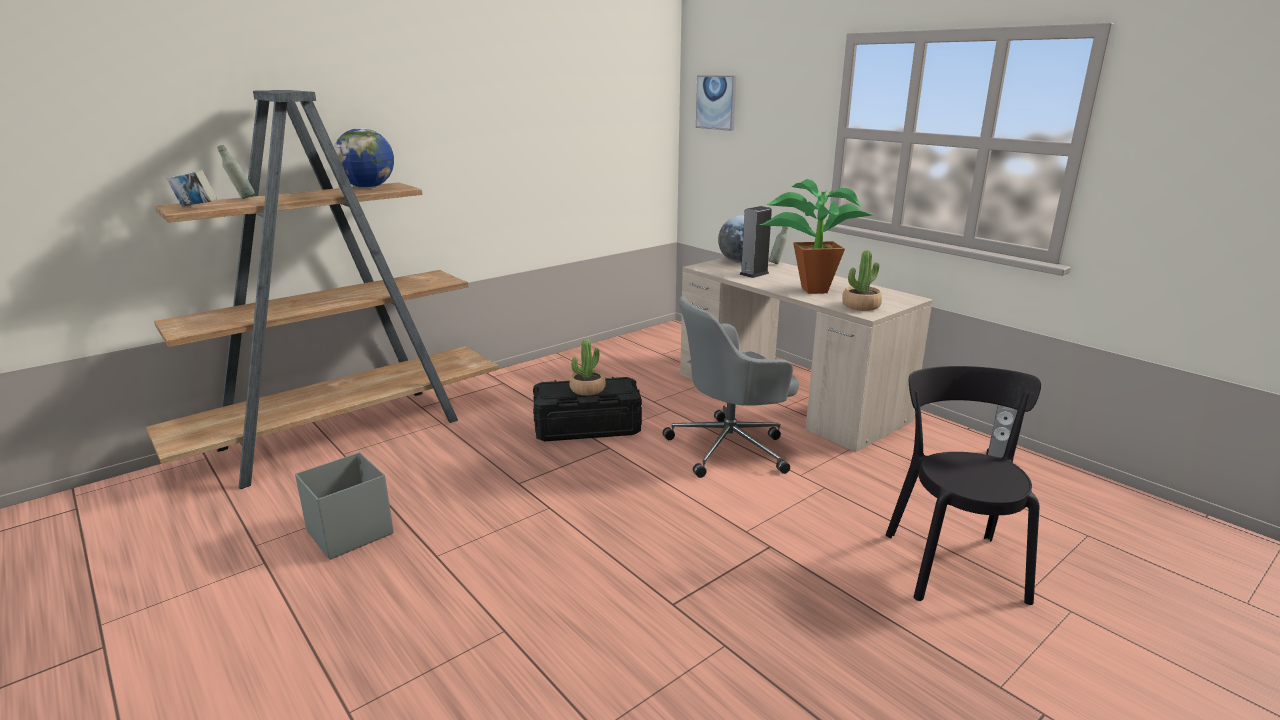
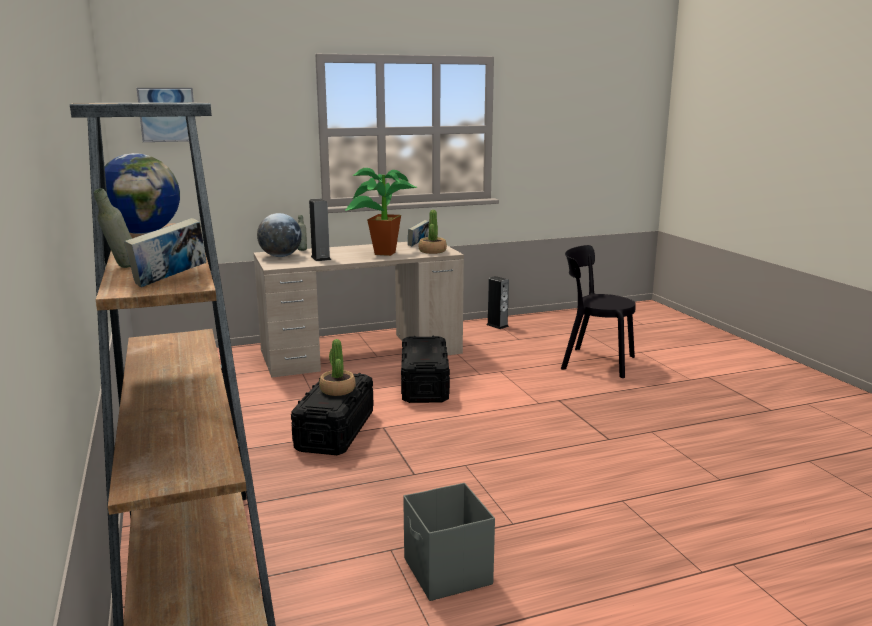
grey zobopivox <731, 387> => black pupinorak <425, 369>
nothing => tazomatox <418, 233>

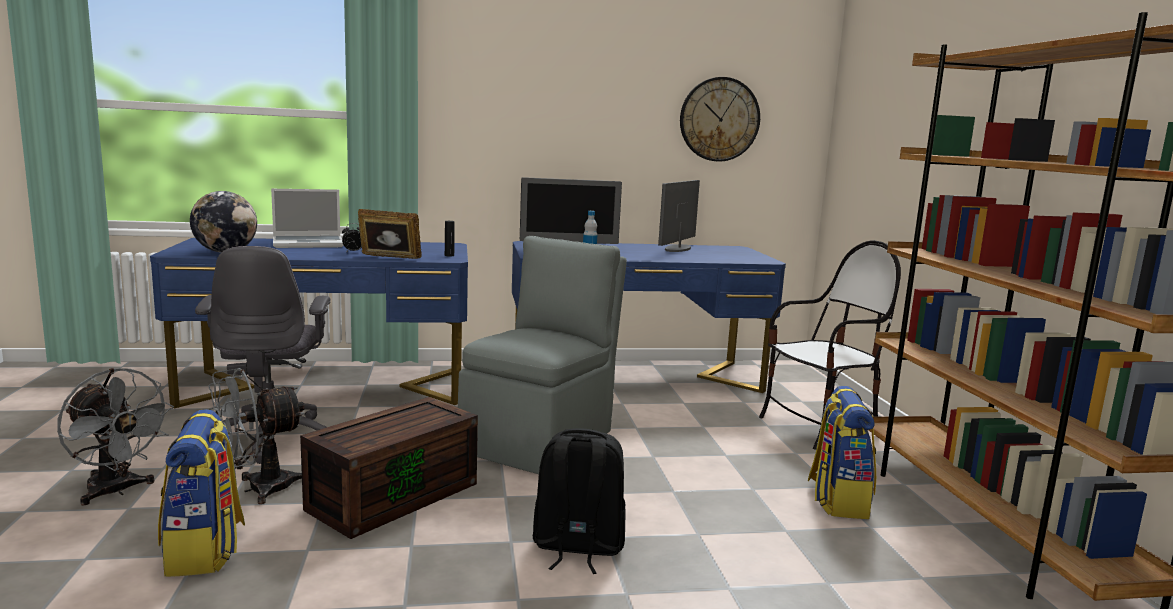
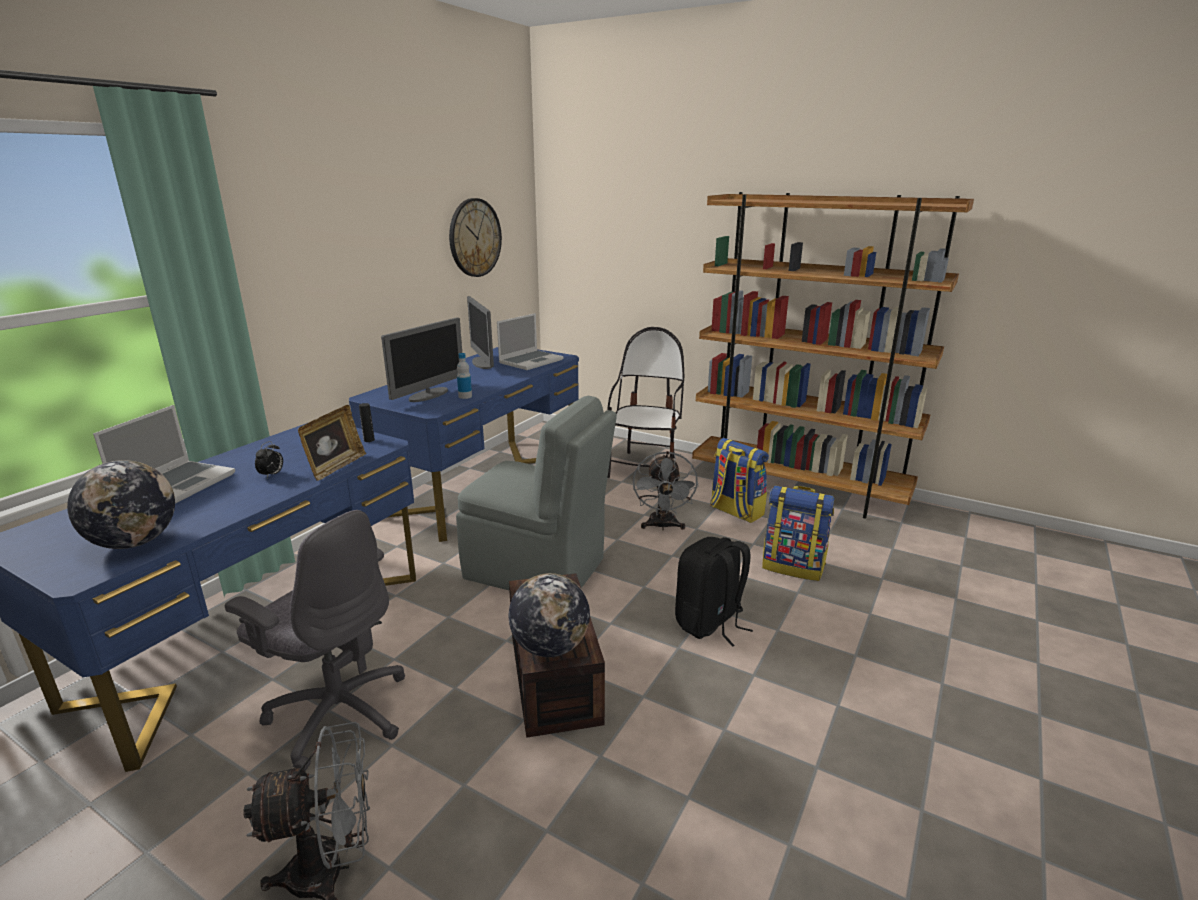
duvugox <390, 234> => duvugox <332, 443>, 150 degrees clockwise
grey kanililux <542, 355> => grey kanililux <536, 493>, 135 degrees clockwise
nothing => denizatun <530, 341>
nothing => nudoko <549, 615>
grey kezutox <257, 436> => grey kezutox <666, 490>, relocated
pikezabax <201, 493> => pikezabax <798, 533>, relocated

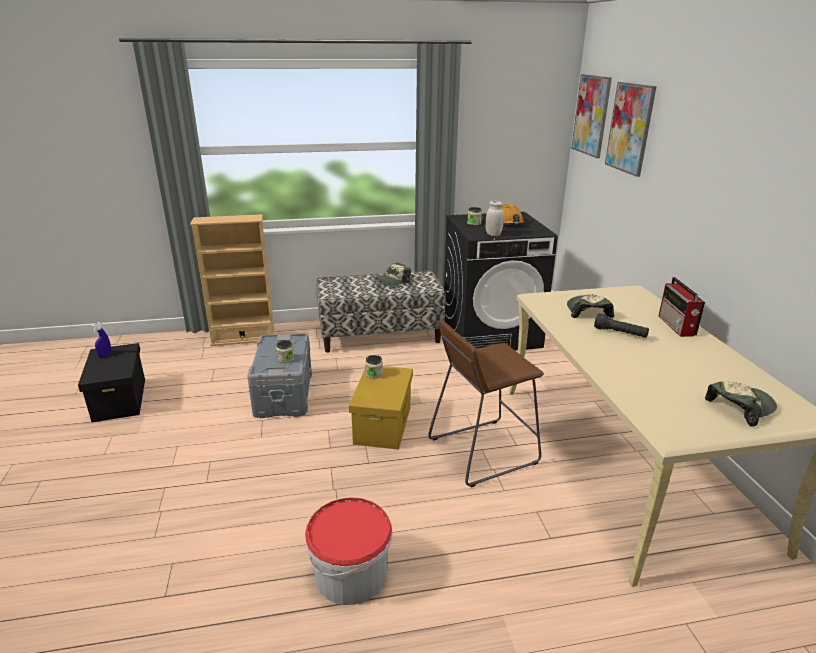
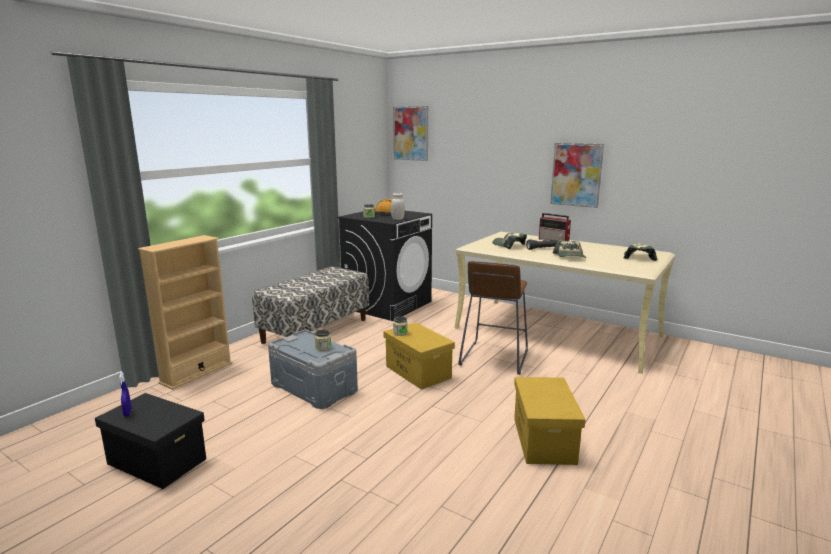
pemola <348, 551> => yellow pupinorak <550, 421>
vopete <631, 129> => vopete <577, 175>, relocated
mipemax <393, 274> => mipemax <569, 249>, relocated

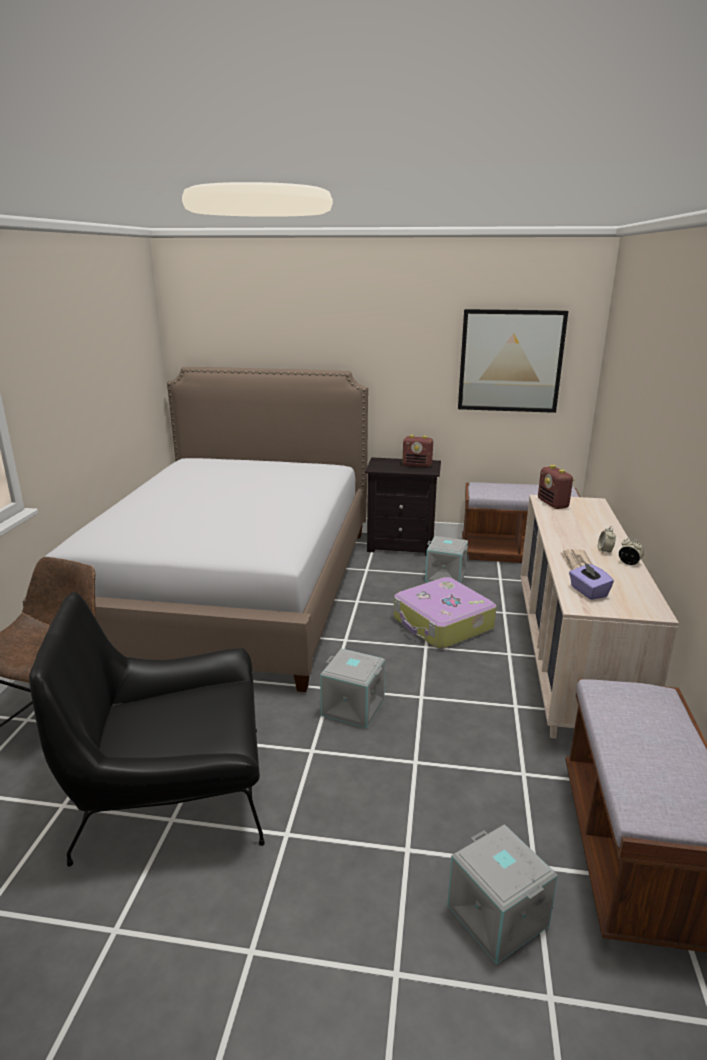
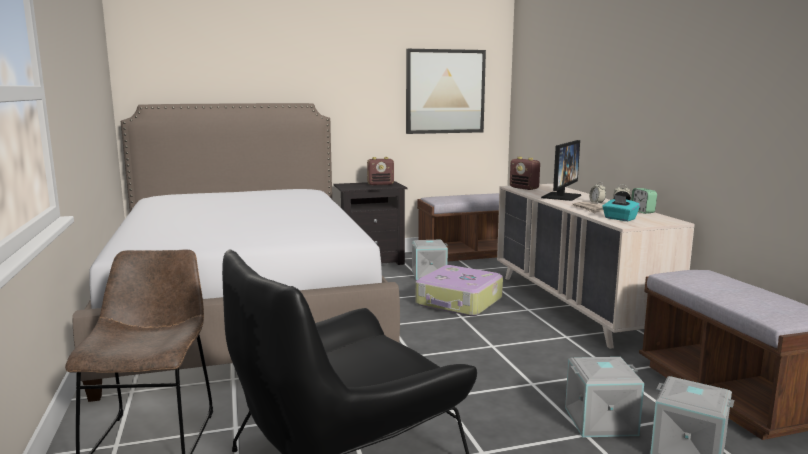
nothing => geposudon <561, 170>
grey pupinorak <352, 688> => grey pupinorak <604, 397>, relocated
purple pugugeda <591, 580> => turquoise pugugeda <621, 208>
nothing => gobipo <644, 201>

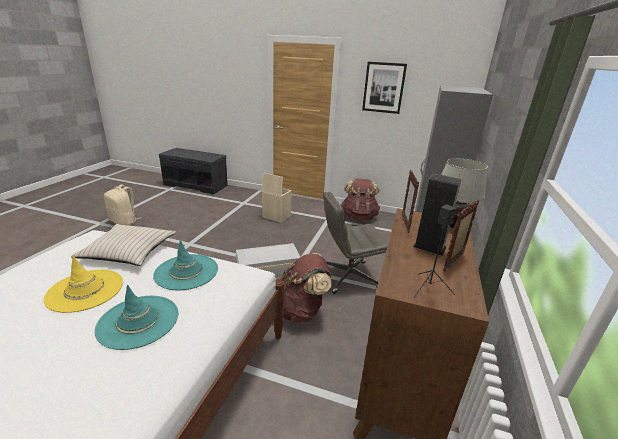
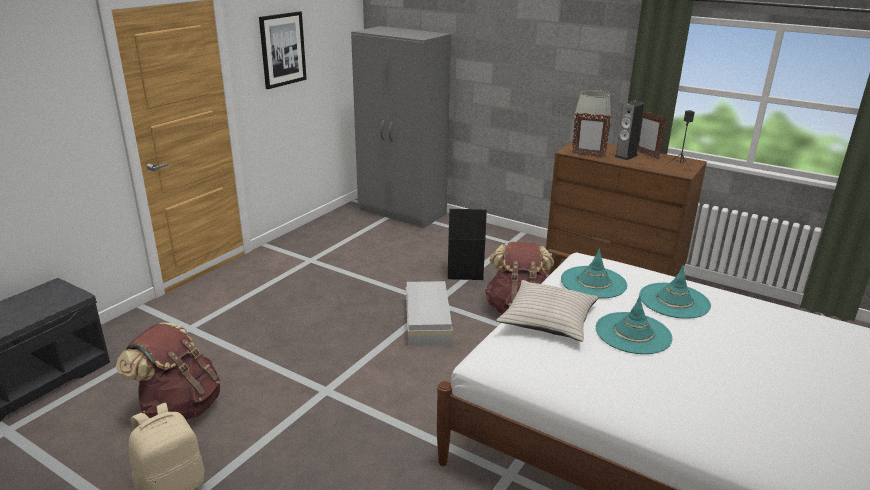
brown pikezabax <360, 199> => brown pikezabax <168, 371>, relocated
grey zobopivox <355, 243> => black pupinorak <467, 244>
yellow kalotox <83, 284> => turquoise kalotox <634, 325>
beige pupinorak <277, 197> => nothing

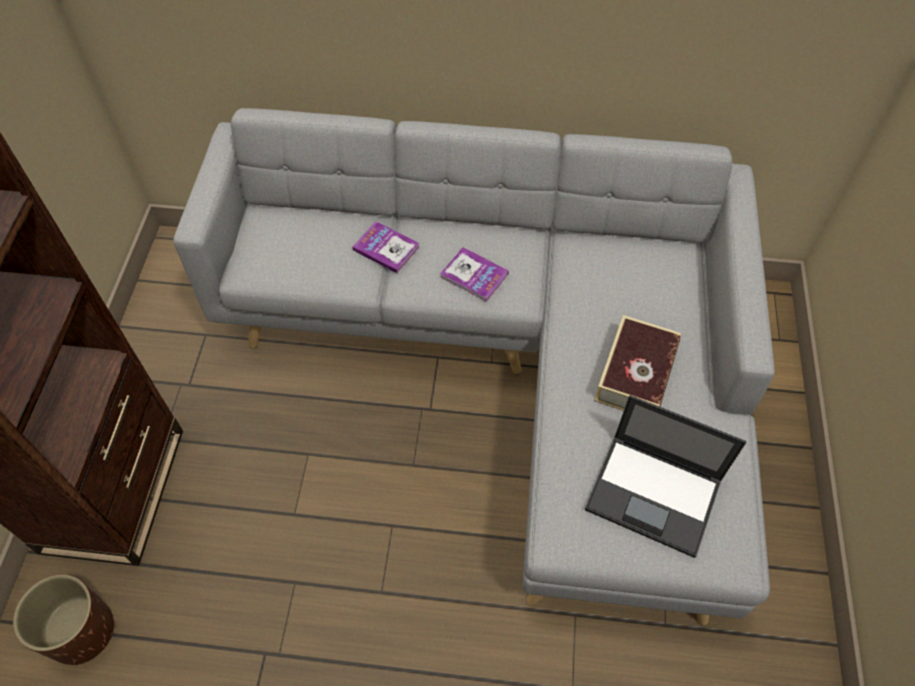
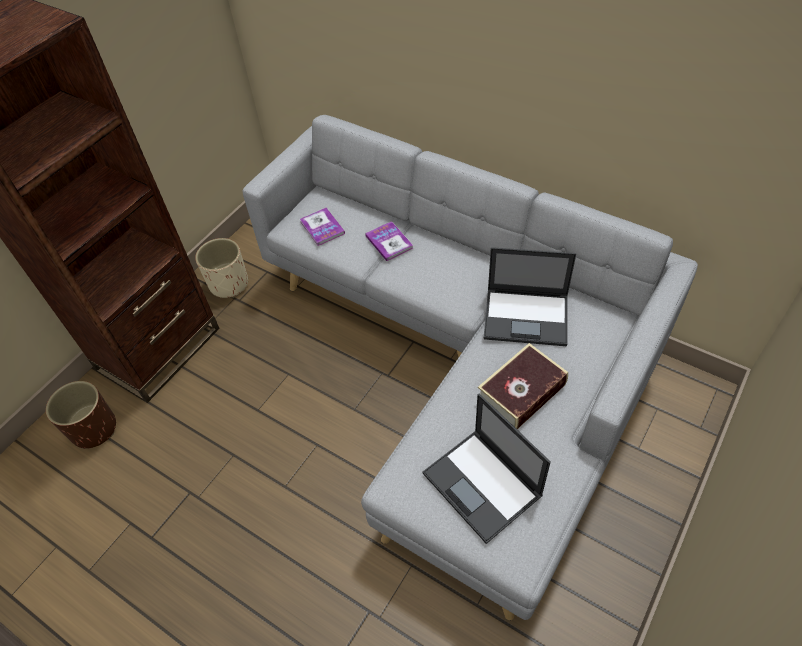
nothing => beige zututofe <221, 268>
tazomatox <474, 274> => tazomatox <322, 227>, relocated
nothing => denizatun <530, 296>

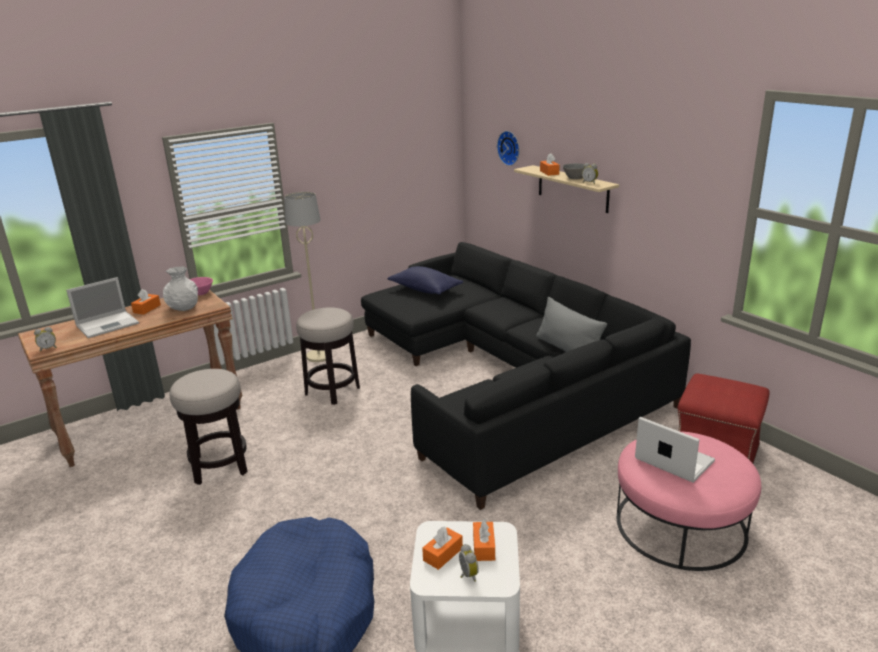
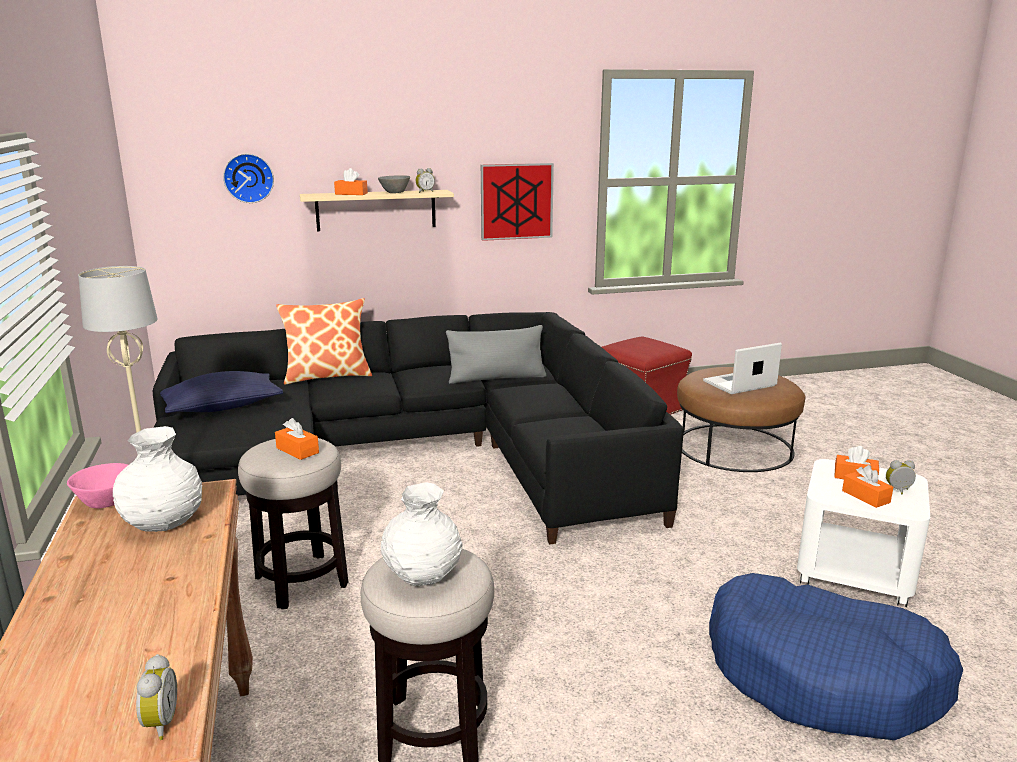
orange pugugeda <146, 302> => orange pugugeda <297, 439>, relocated
nothing => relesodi <324, 341>
nothing => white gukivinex <422, 534>
nothing => vopete <517, 202>
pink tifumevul <689, 501> => brown tifumevul <741, 419>
denizatun <102, 307> => nothing

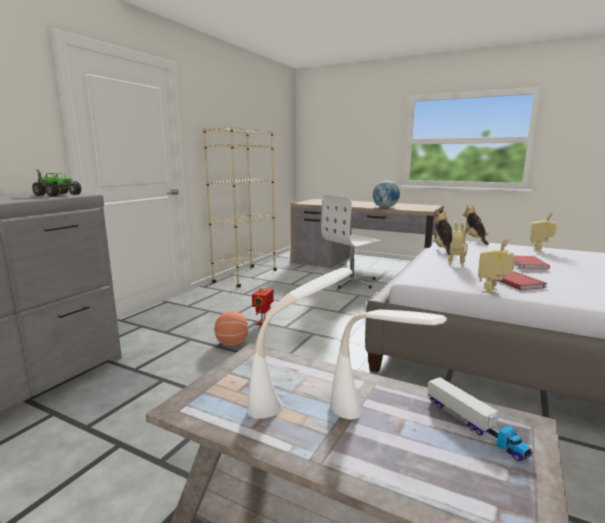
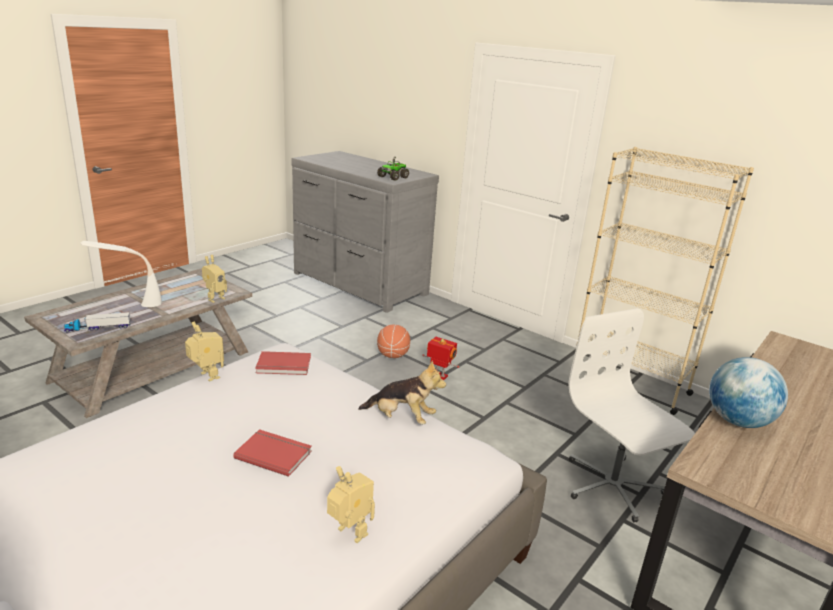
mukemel <458, 243> => mukemel <214, 279>, relocated
red tazomatox <522, 280> => red tazomatox <283, 363>, relocated
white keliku <300, 343> => nothing
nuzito <476, 225> => nothing

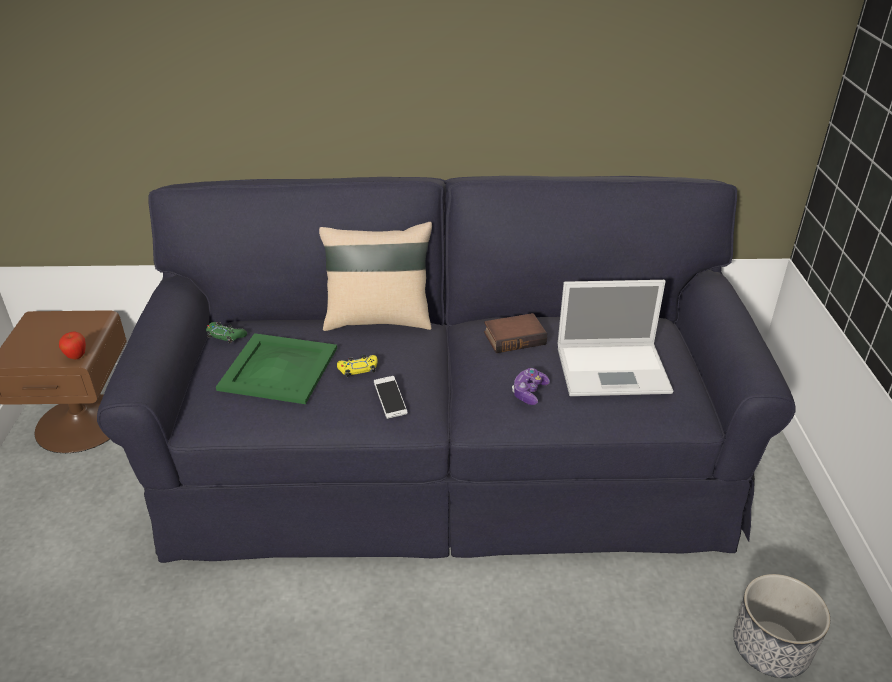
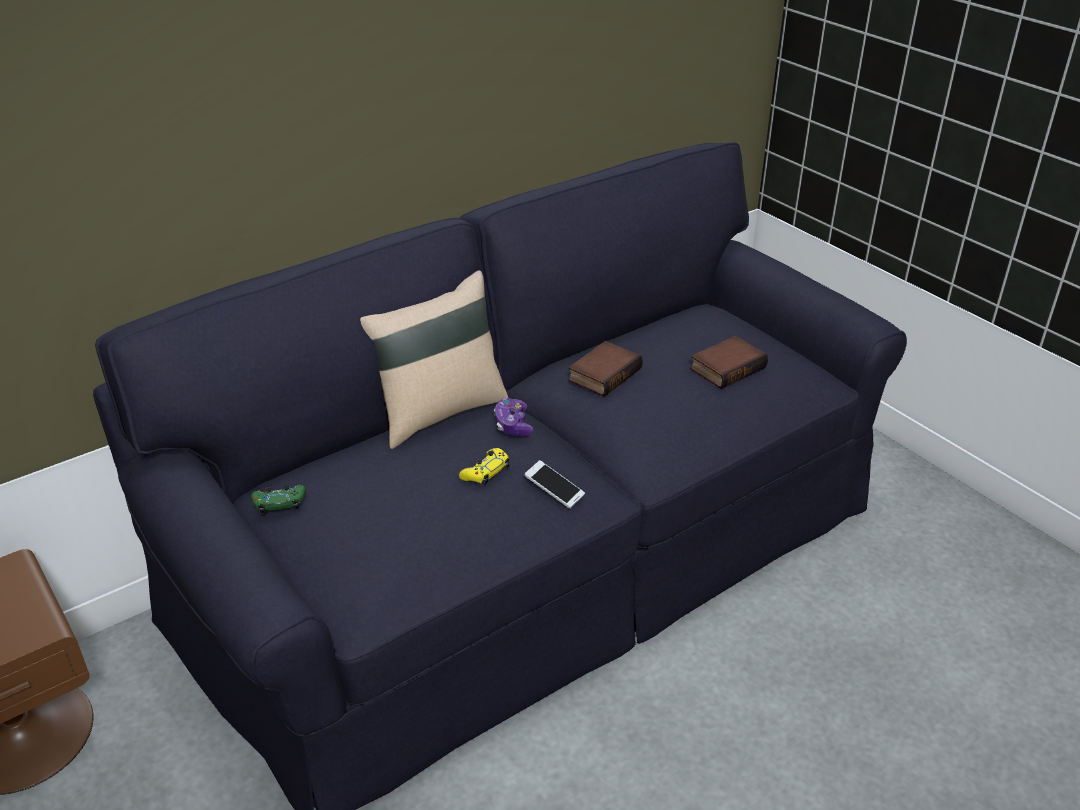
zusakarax <531, 386> => zusakarax <513, 417>, relocated
denizatun <615, 338> => tazomatox <729, 362>
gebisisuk <72, 345> => nothing
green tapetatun <276, 368> => nothing
zututofe <781, 626> => nothing

